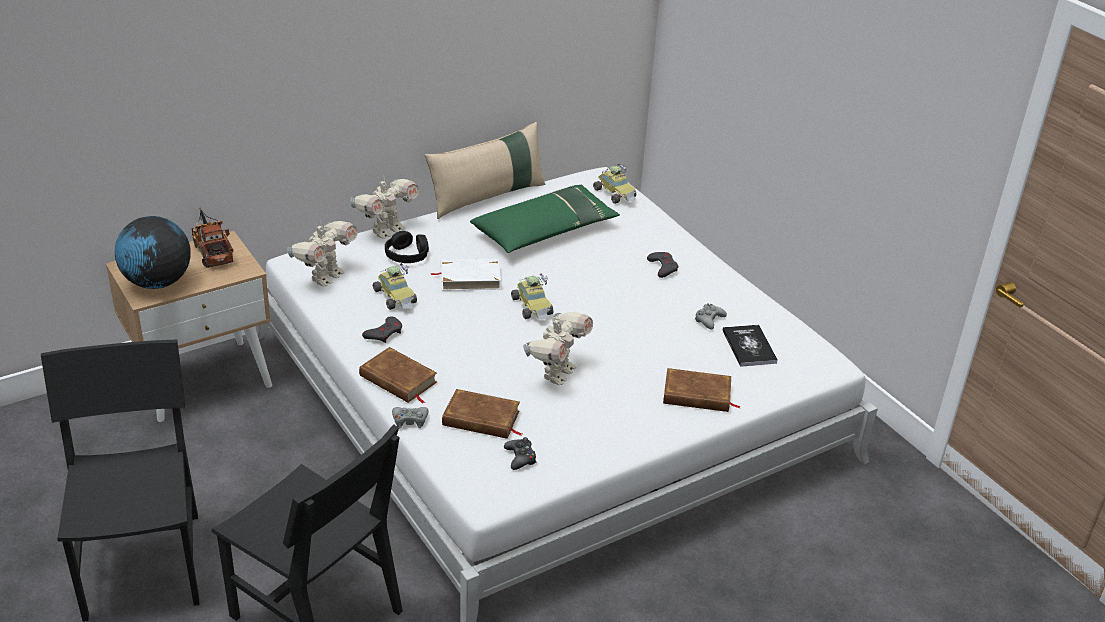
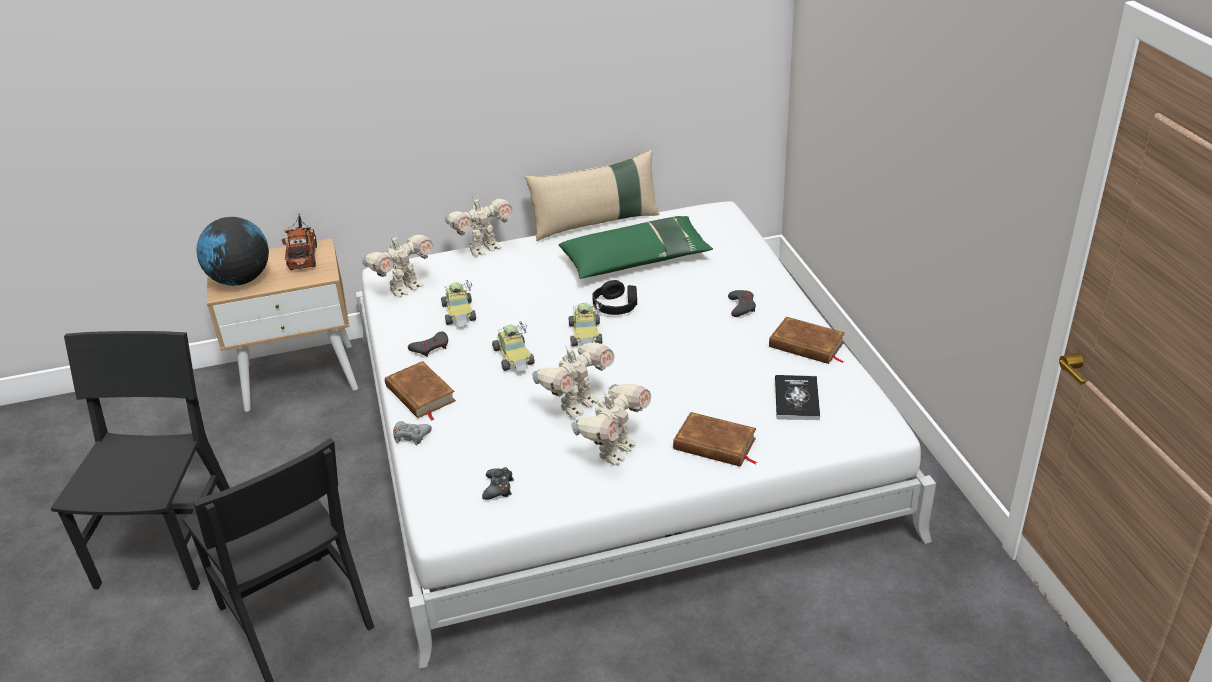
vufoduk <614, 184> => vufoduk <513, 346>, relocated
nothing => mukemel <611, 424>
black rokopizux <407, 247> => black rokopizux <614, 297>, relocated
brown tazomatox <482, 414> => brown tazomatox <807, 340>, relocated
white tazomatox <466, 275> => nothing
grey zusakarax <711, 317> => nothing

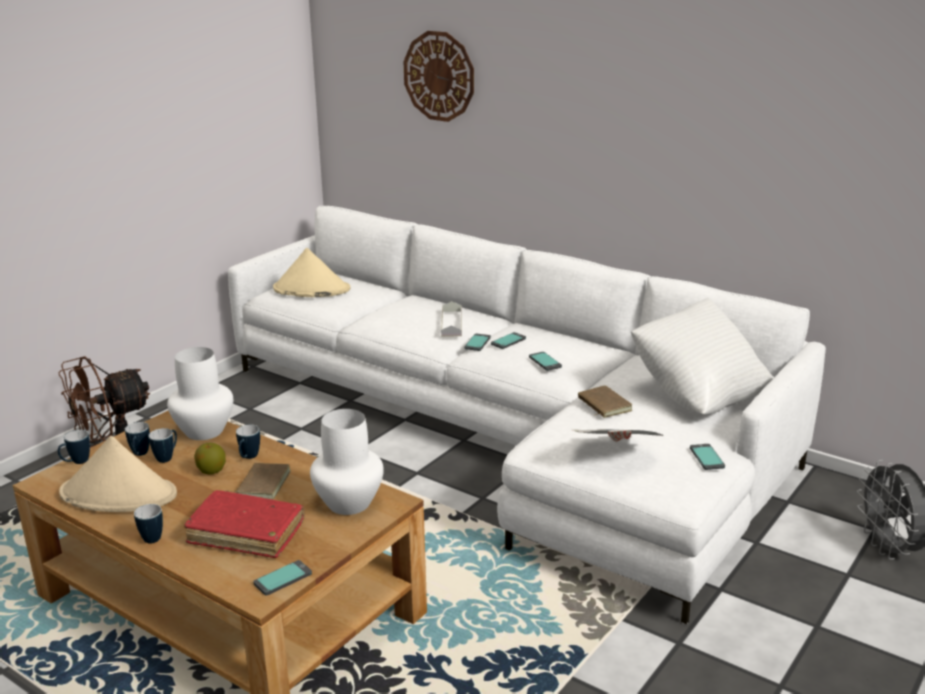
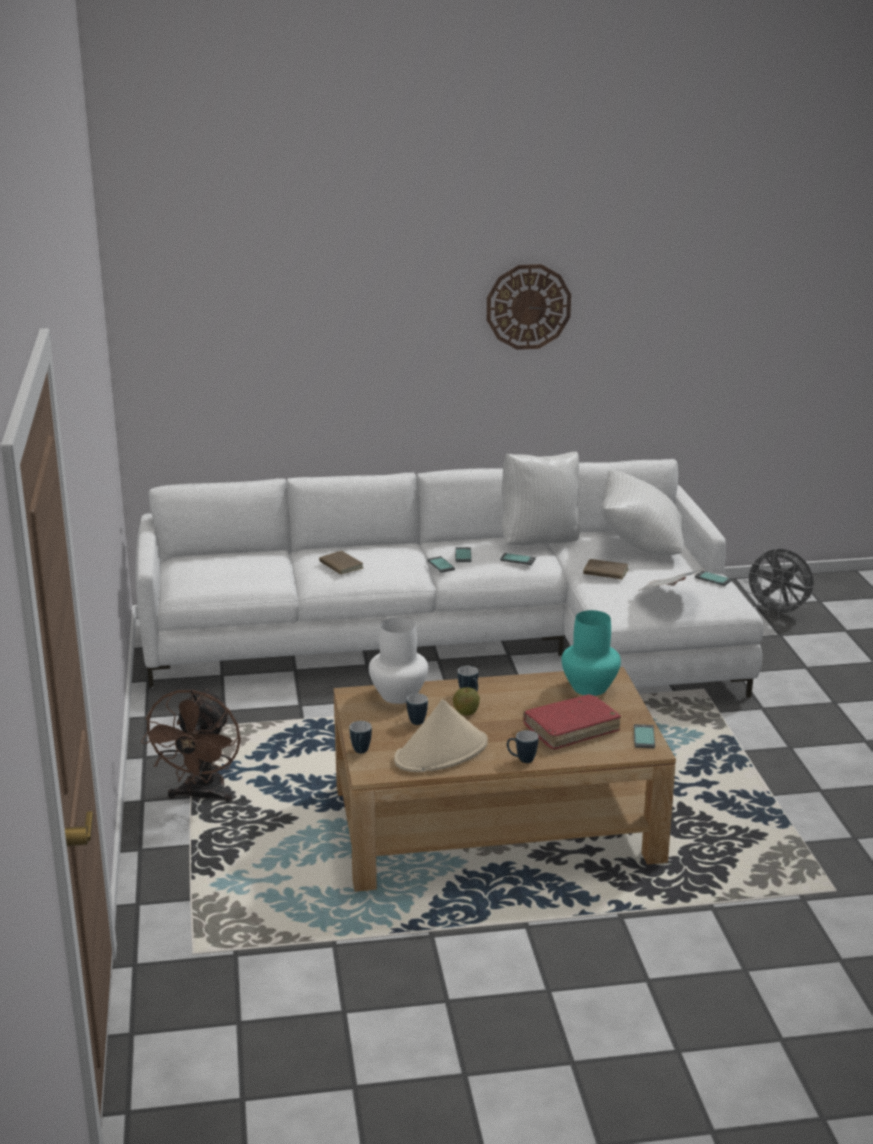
brown tazomatox <258, 481> => brown tazomatox <341, 563>, relocated
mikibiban <438, 76> => mikibiban <529, 307>, relocated
nothing => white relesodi <541, 499>
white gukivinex <347, 462> => turquoise gukivinex <591, 653>
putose <137, 439> => nothing
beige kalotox <311, 272> => nothing
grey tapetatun <451, 319> => nothing

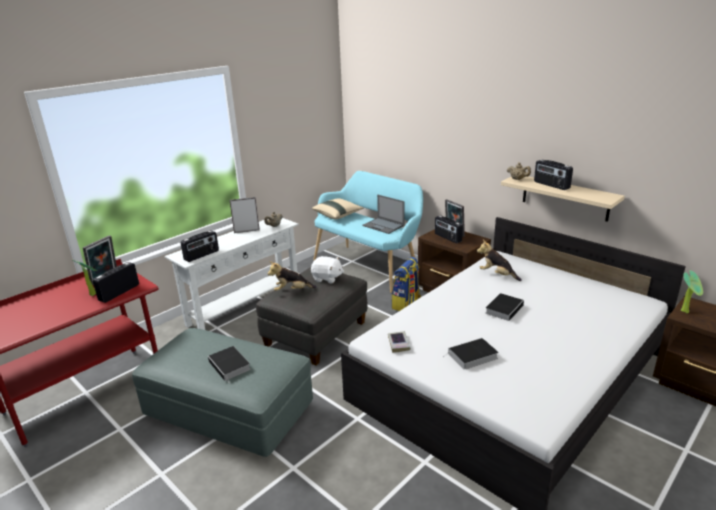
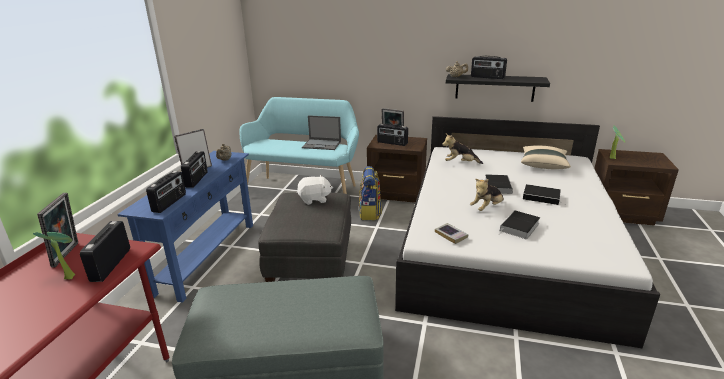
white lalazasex <231, 274> => blue lalazasex <185, 227>
nothing => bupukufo <194, 169>
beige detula <563, 199> => black detula <498, 88>
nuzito <292, 276> => nuzito <487, 195>, relocated
beige relesodi <337, 208> => beige relesodi <546, 157>, relocated
tazomatox <229, 365> => tazomatox <543, 194>, relocated

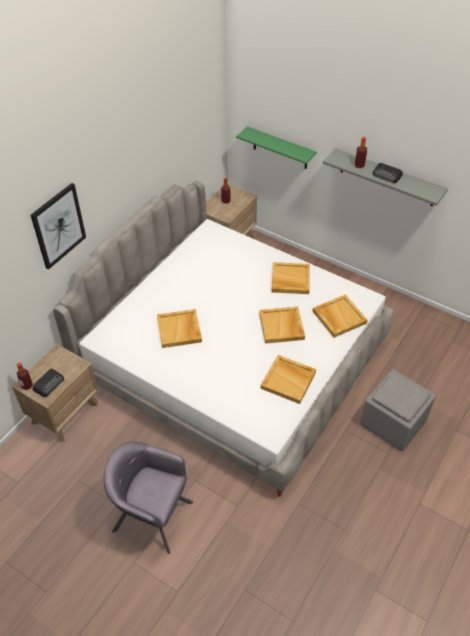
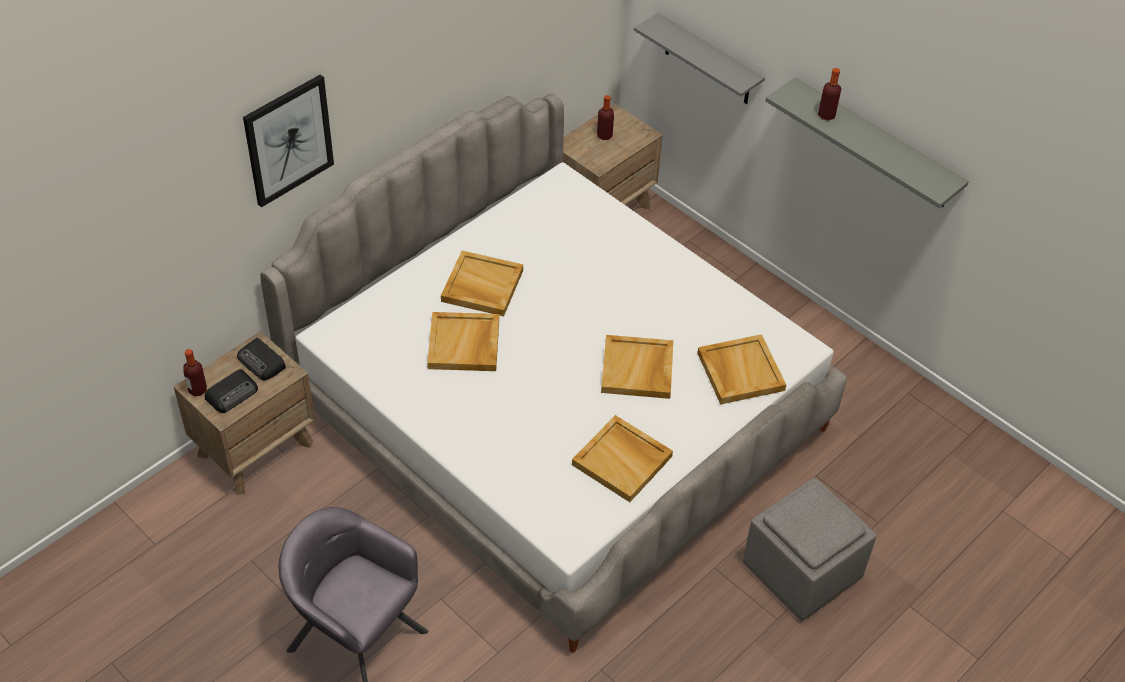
bupukufo <388, 173> => bupukufo <261, 359>, relocated
beige tapetatun <290, 278> => beige tapetatun <482, 283>, relocated
green detula <276, 147> => grey detula <699, 58>

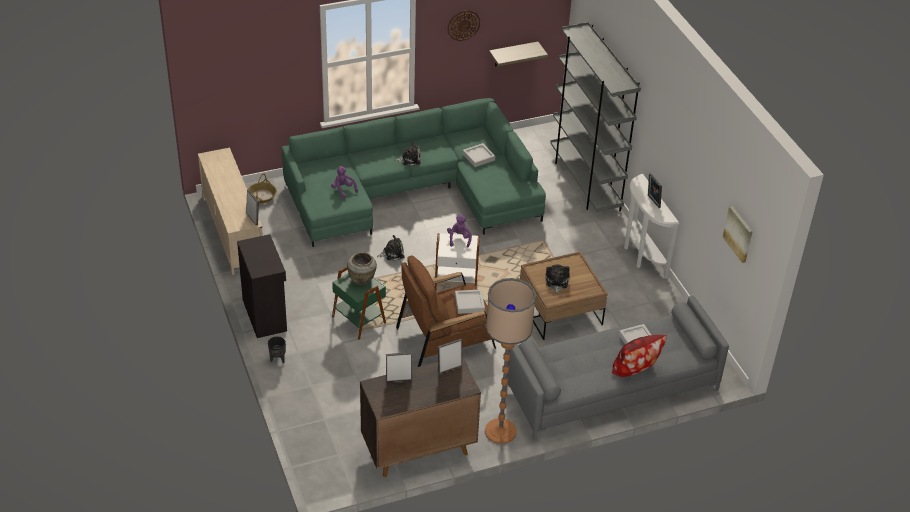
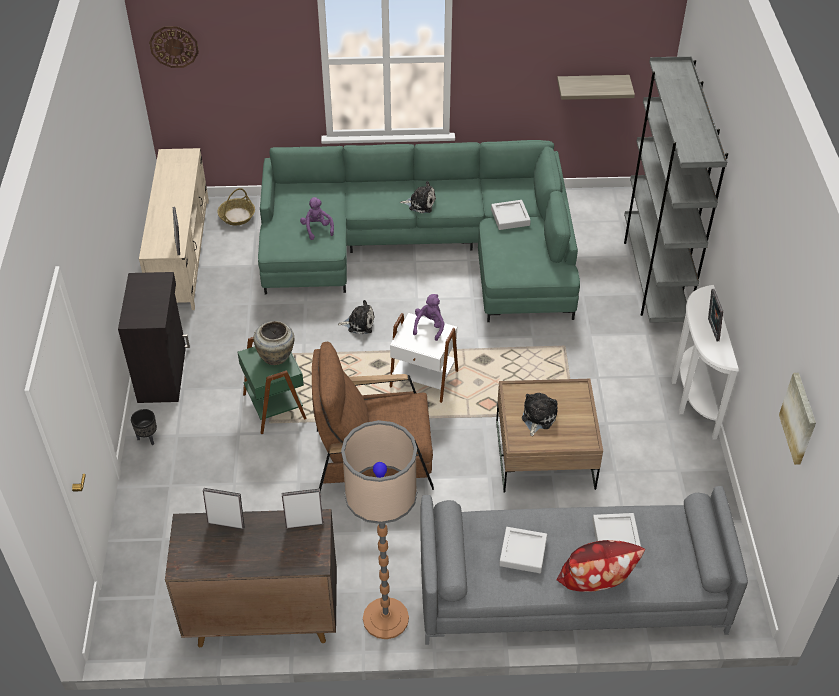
mikibiban <464, 25> => mikibiban <174, 47>, relocated
grey tapetatun <470, 301> => grey tapetatun <523, 550>, relocated

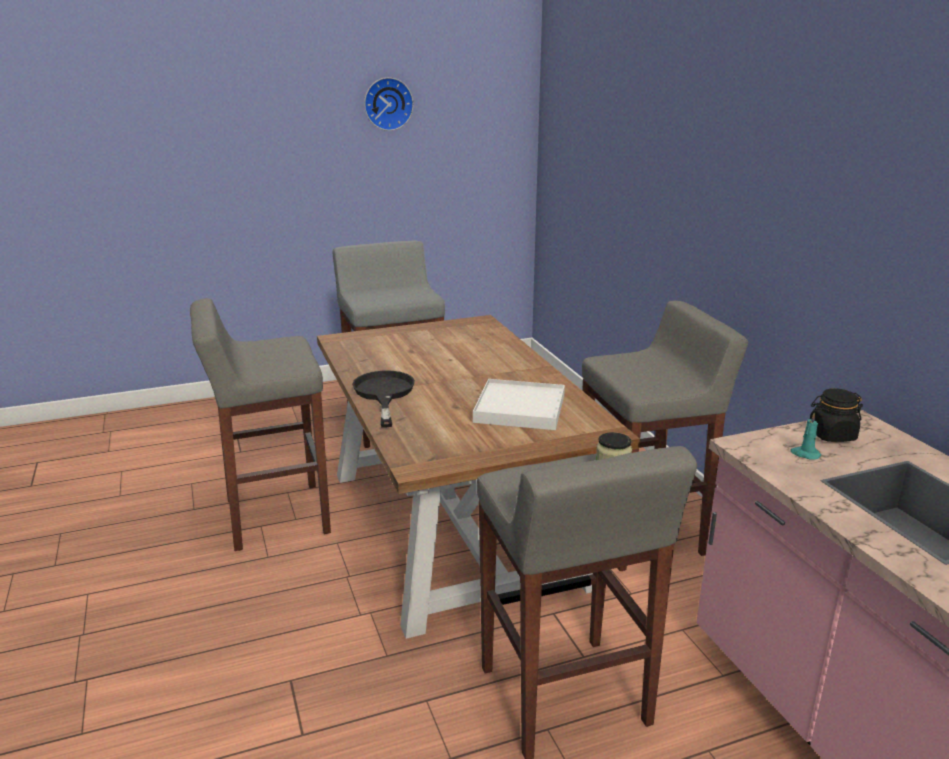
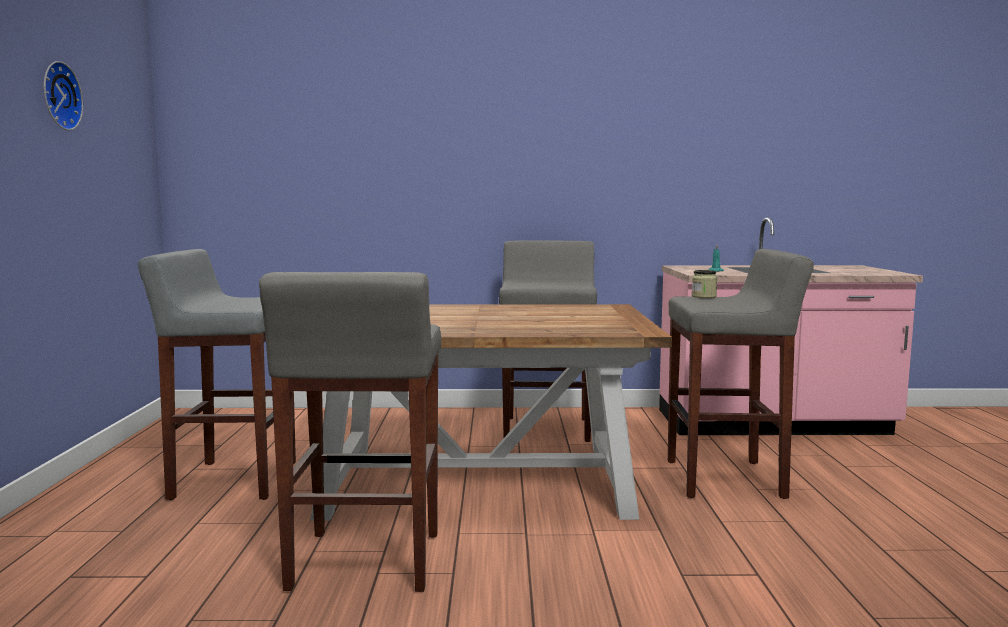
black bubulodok <383, 399> => nothing
white tapetatun <519, 404> => nothing
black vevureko <836, 415> => nothing

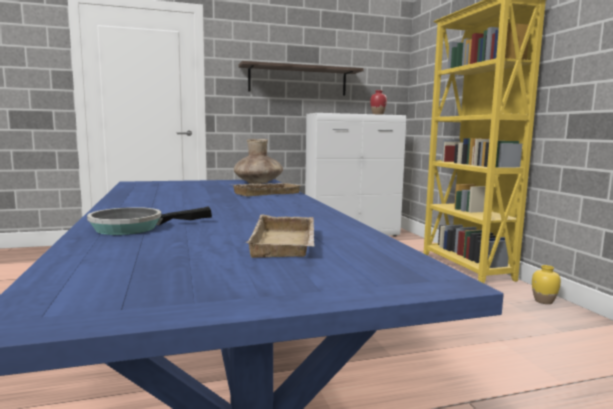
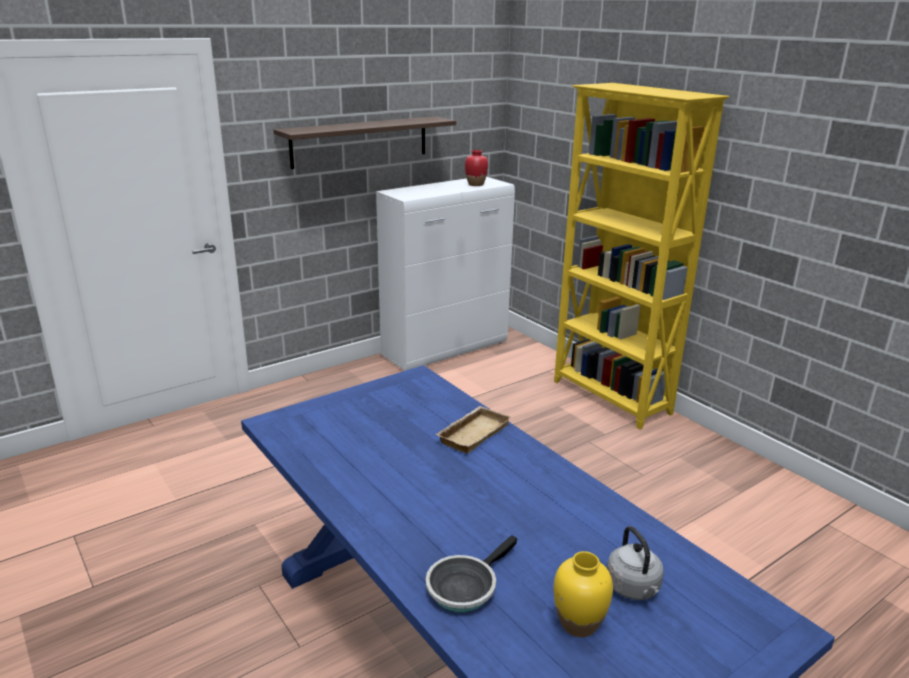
yellow gukivinex <546, 284> => yellow gukivinex <583, 594>, relocated
beige tapetatun <280, 236> => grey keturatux <635, 563>
brown gukivinex <258, 161> => nothing

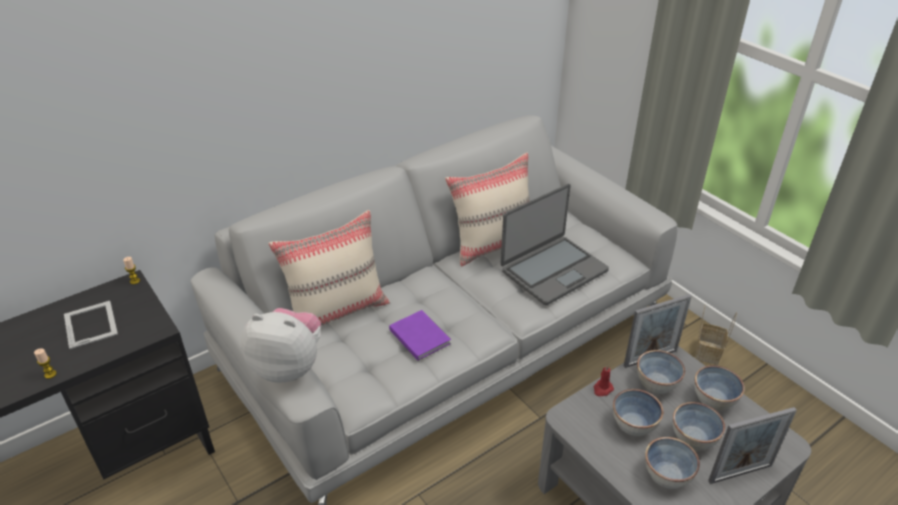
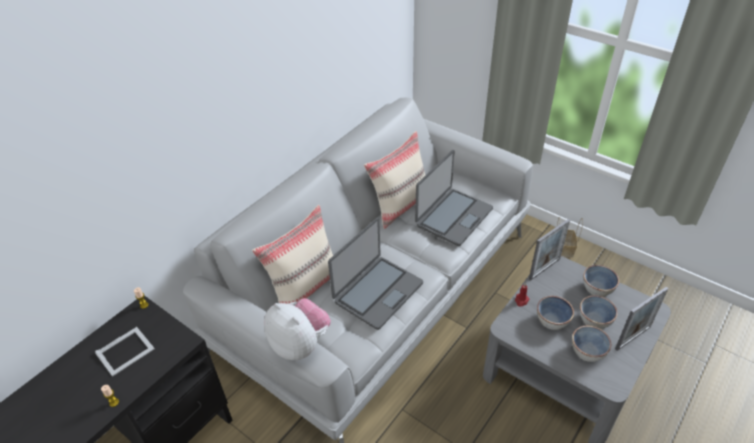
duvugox <91, 325> => duvugox <125, 352>, 90 degrees clockwise
nuzito <281, 345> => nuzito <297, 329>, 45 degrees clockwise
purple tazomatox <420, 335> => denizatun <375, 273>
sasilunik <661, 372> => nothing

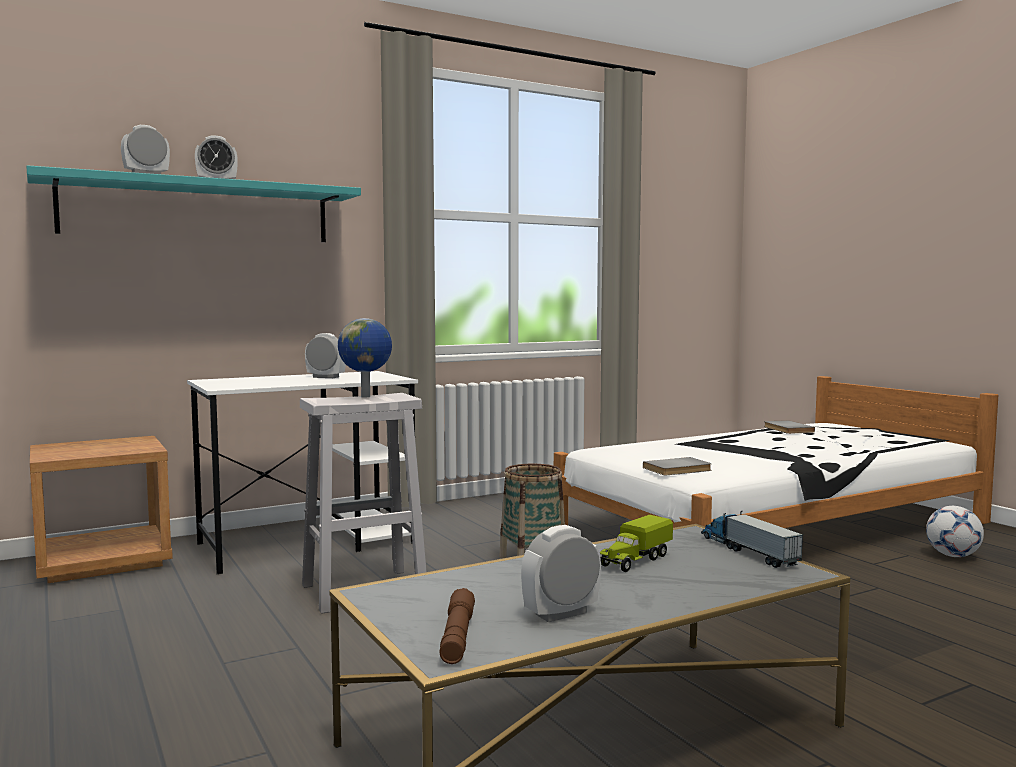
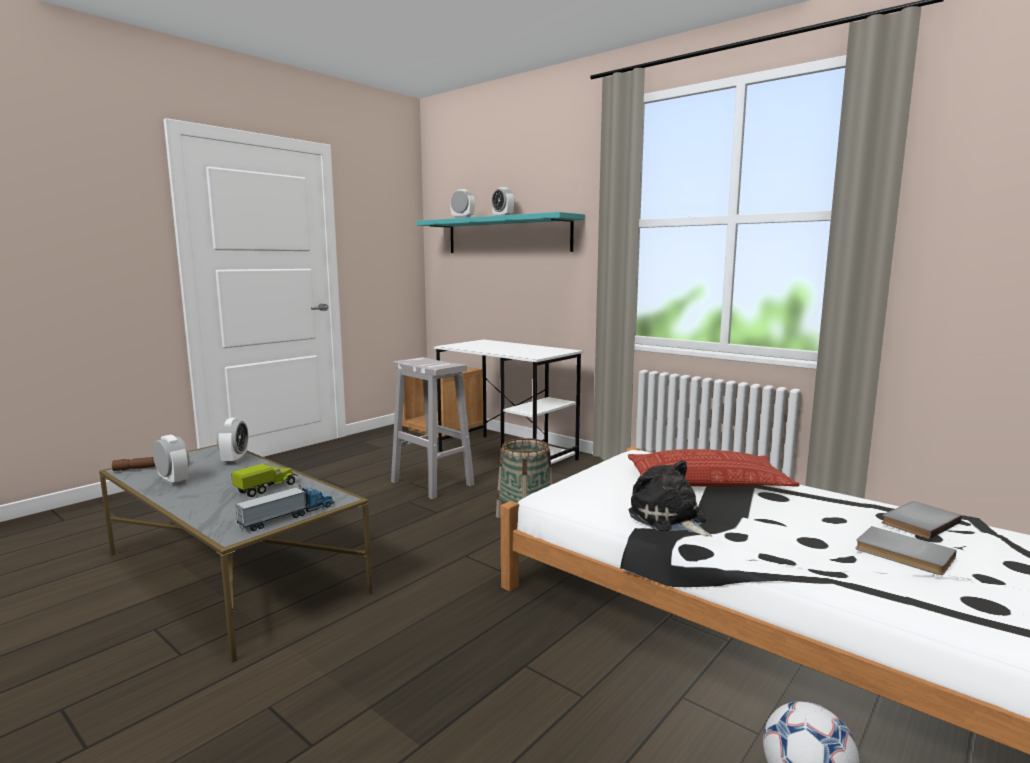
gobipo <325, 355> => gobipo <232, 441>, relocated
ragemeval <636, 543> => ragemeval <264, 480>, 105 degrees clockwise
nothing => relesodi <714, 468>
nothing => nuzito <670, 498>
grey tazomatox <677, 466> => grey tazomatox <906, 550>, relocated
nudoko <365, 357> => nothing

